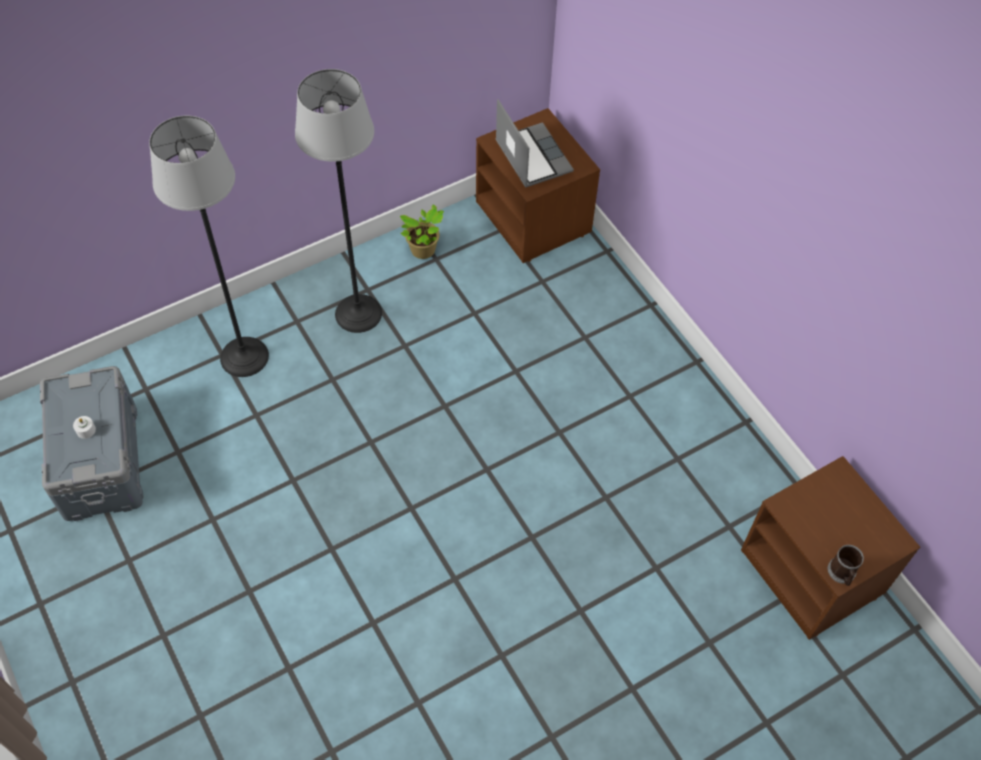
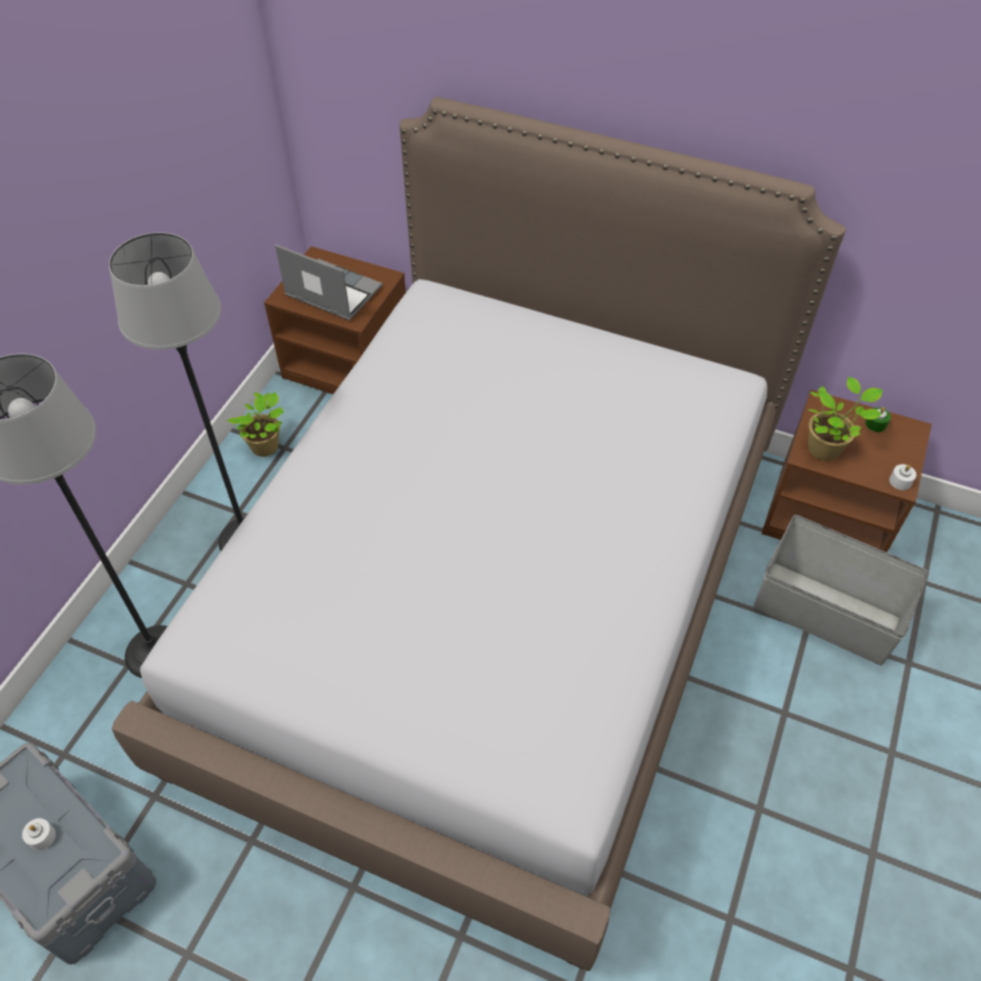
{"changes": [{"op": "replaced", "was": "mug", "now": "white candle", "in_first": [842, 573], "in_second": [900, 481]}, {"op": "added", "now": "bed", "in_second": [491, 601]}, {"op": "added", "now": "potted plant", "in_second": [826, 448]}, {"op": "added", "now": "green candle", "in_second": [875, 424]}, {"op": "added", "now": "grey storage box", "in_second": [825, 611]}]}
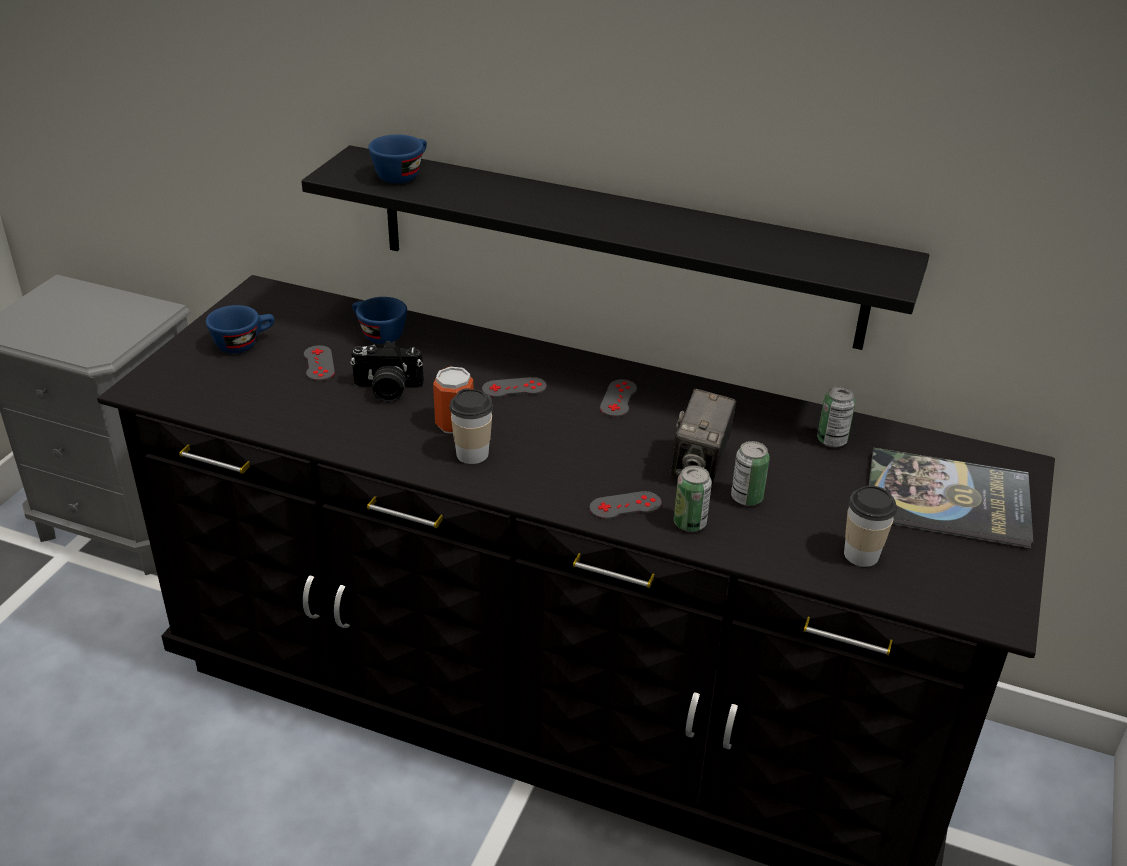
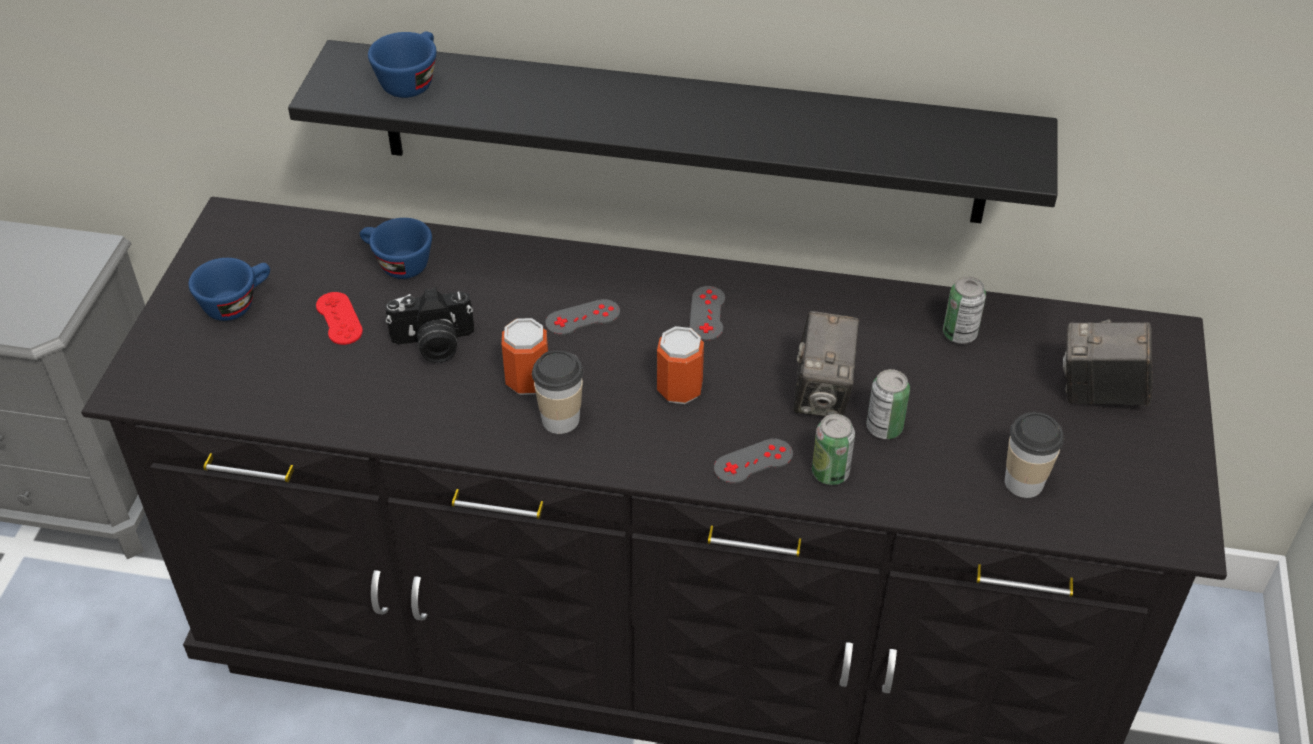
{"changes": [{"op": "recoloured", "was": "grey game controller", "now": "red game controller", "in_first": [319, 363], "in_second": [339, 318]}, {"op": "replaced", "was": "book", "now": "photo camera", "in_first": [947, 499], "in_second": [1100, 393]}, {"op": "added", "now": "can", "in_second": [679, 389]}]}
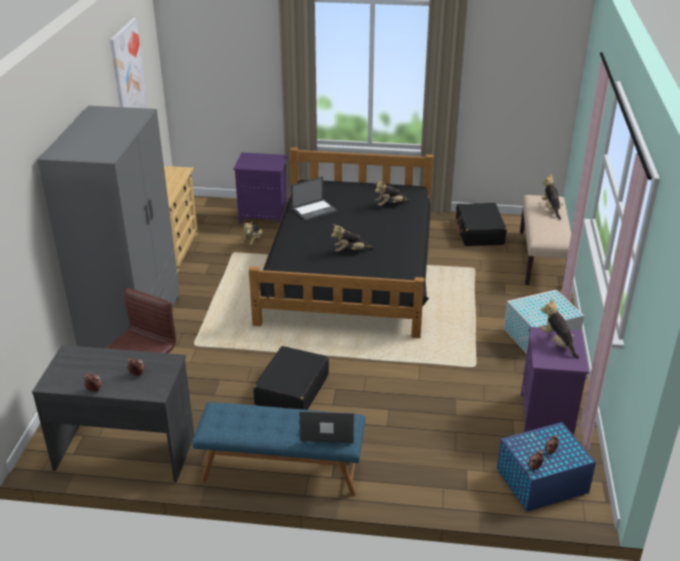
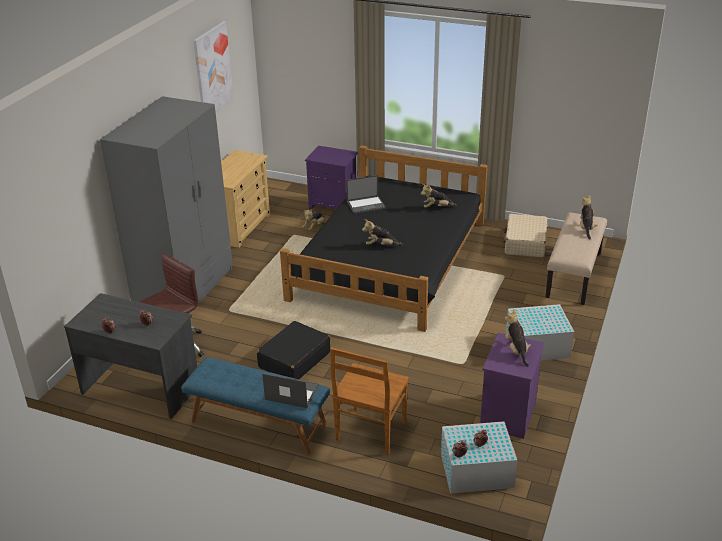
{"changes": [{"op": "recoloured", "was": "black suitcase", "now": "beige suitcase", "in_first": [479, 232], "in_second": [525, 243]}, {"op": "recoloured", "was": "blue storage box", "now": "white storage box", "in_first": [540, 481], "in_second": [475, 470]}, {"op": "added", "now": "brown chair", "in_second": [370, 432]}]}
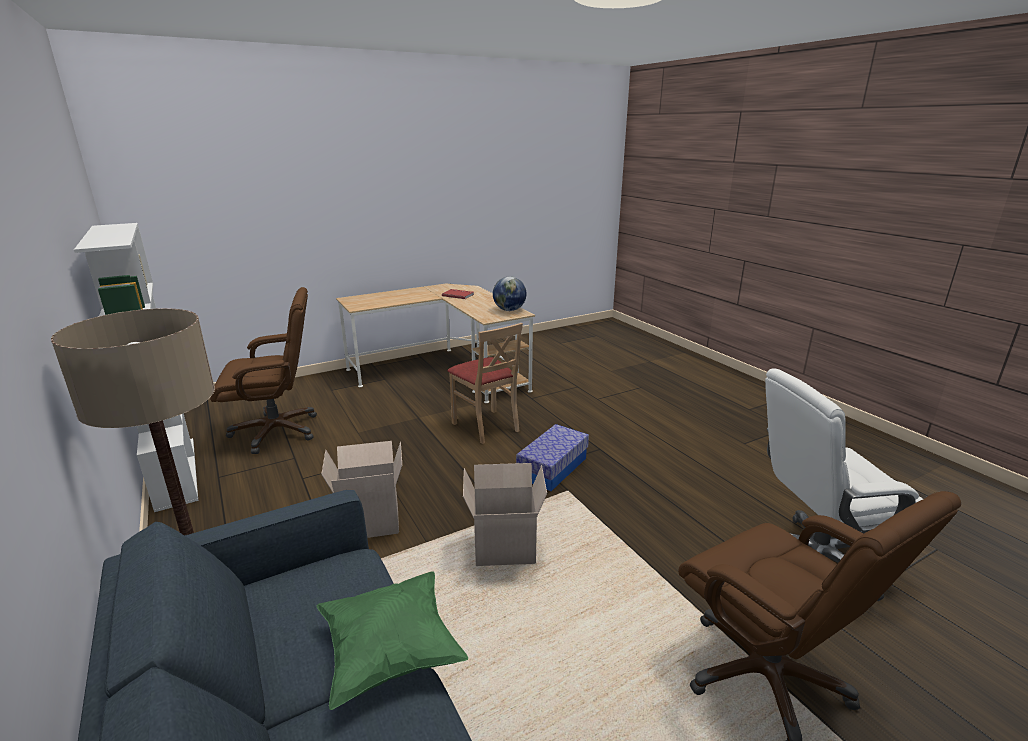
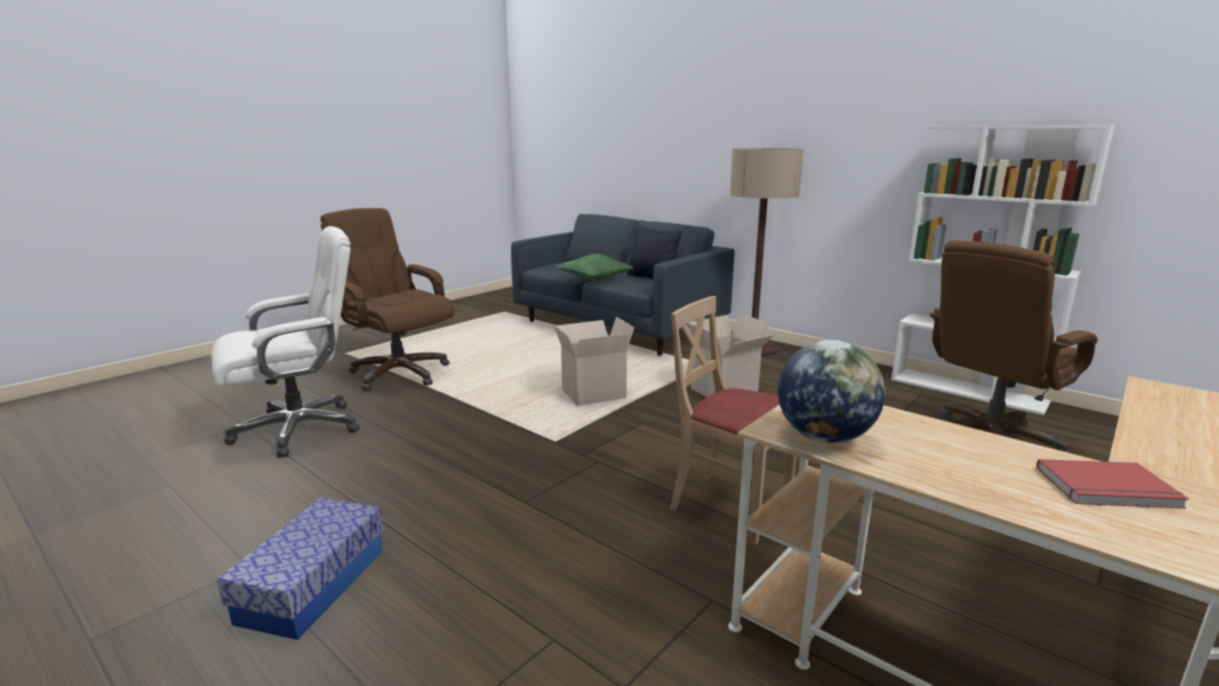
{"changes": [{"op": "moved", "was": "storage box", "in_first": [553, 468], "in_second": [313, 585]}, {"op": "added", "now": "black pillow", "in_second": [652, 277]}]}
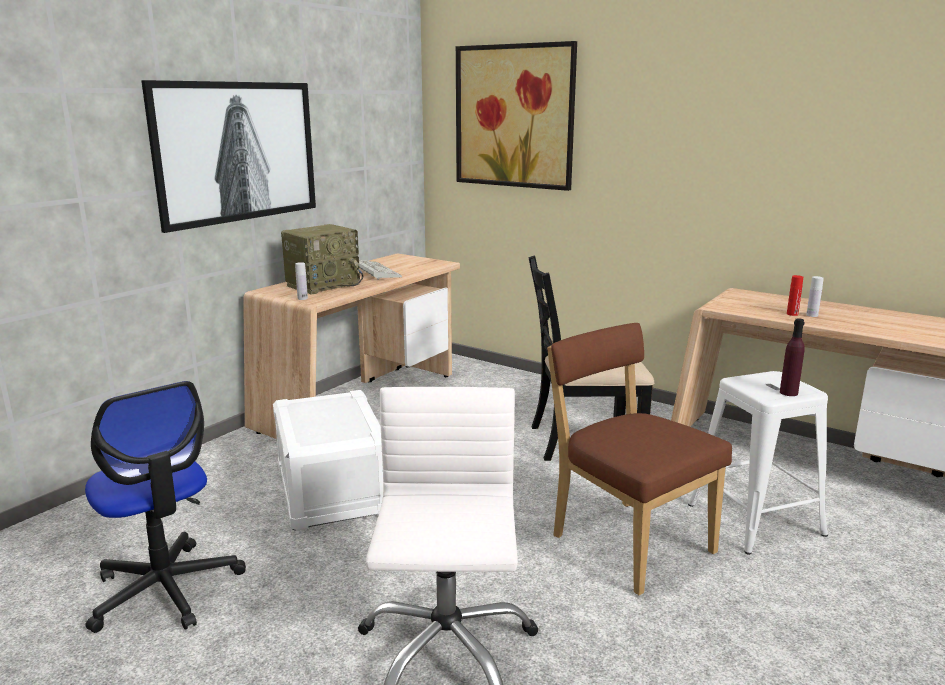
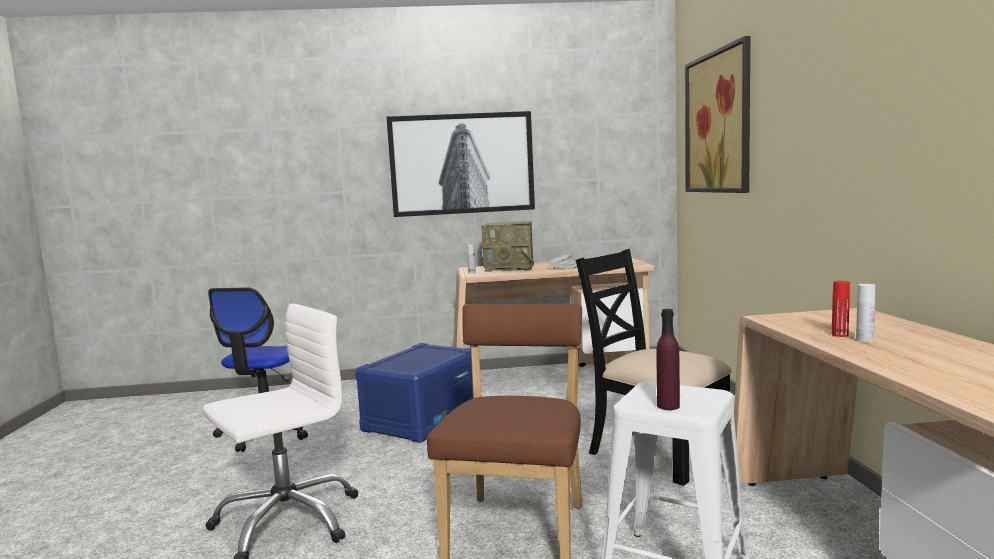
{"changes": [{"op": "recoloured", "was": "white storage box", "now": "blue storage box", "in_first": [331, 490], "in_second": [422, 418]}]}
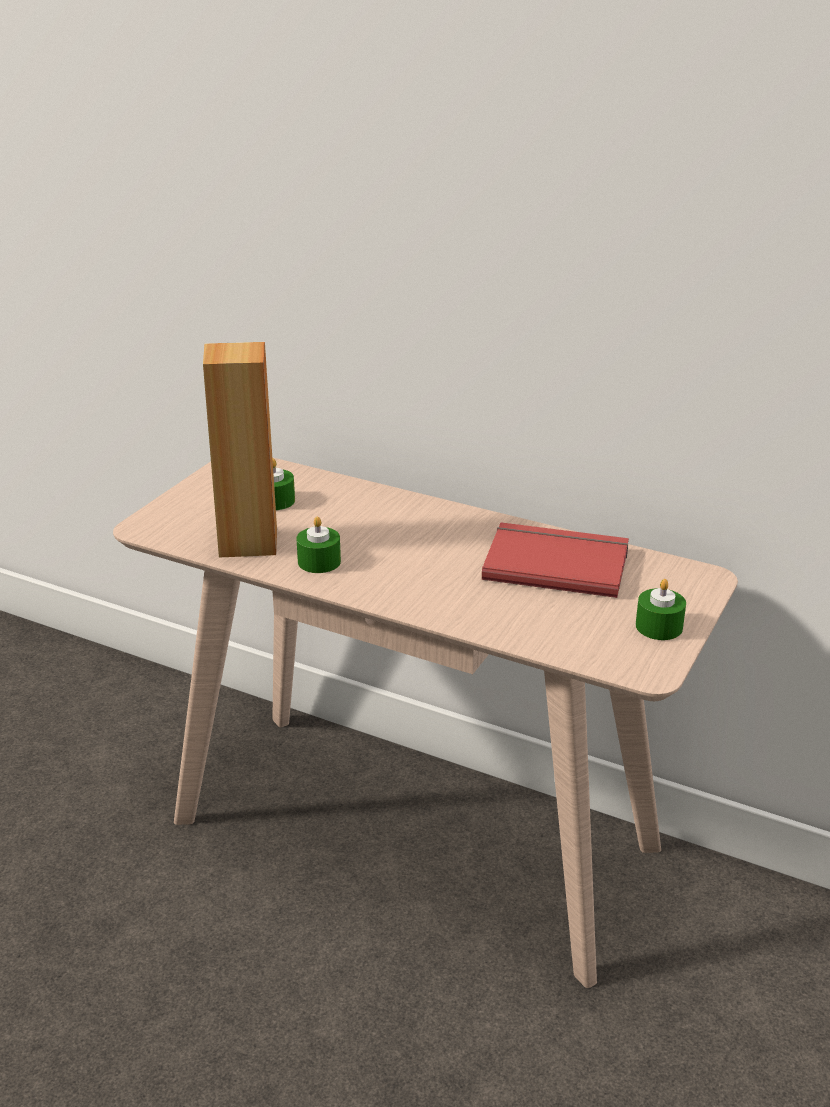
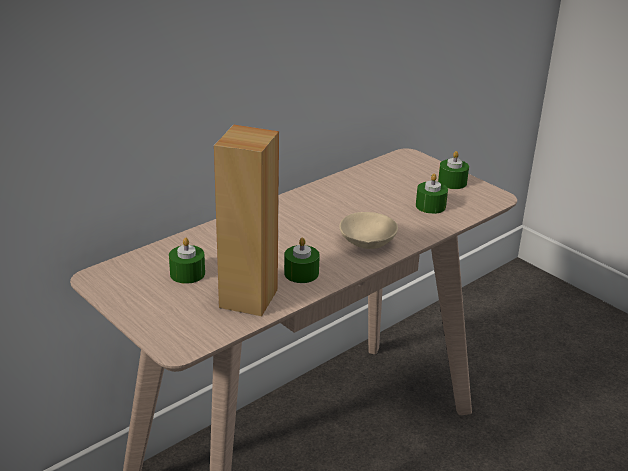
{"changes": [{"op": "removed", "was": "red book", "in_first": [556, 563]}, {"op": "added", "now": "green candle", "in_second": [430, 206]}, {"op": "added", "now": "beige bowl", "in_second": [368, 241]}]}
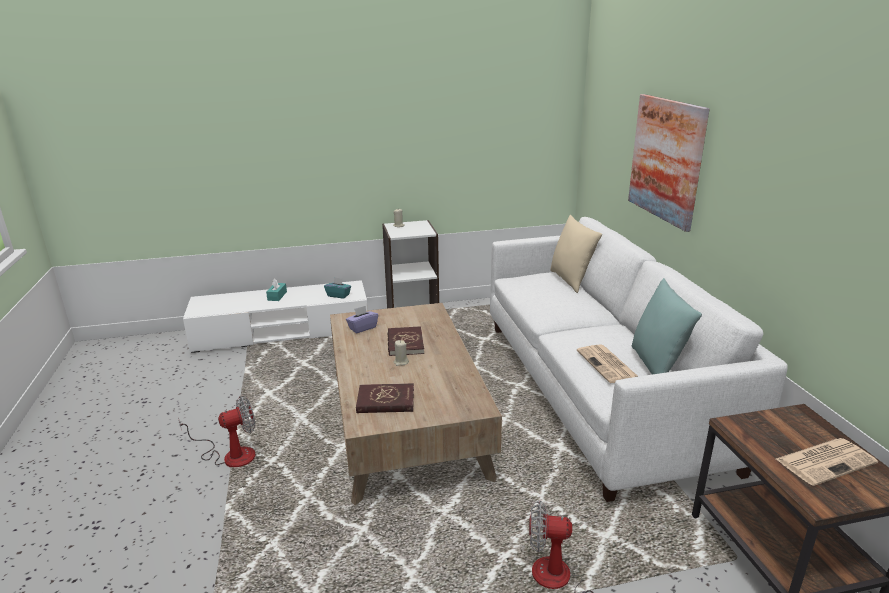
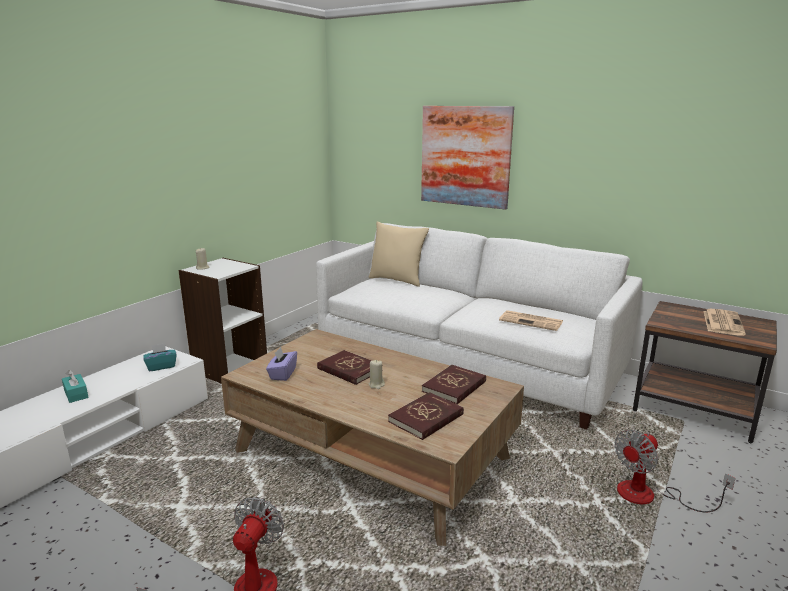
{"changes": [{"op": "removed", "was": "turquoise pillow", "in_first": [657, 365]}, {"op": "added", "now": "red book", "in_second": [454, 386]}]}
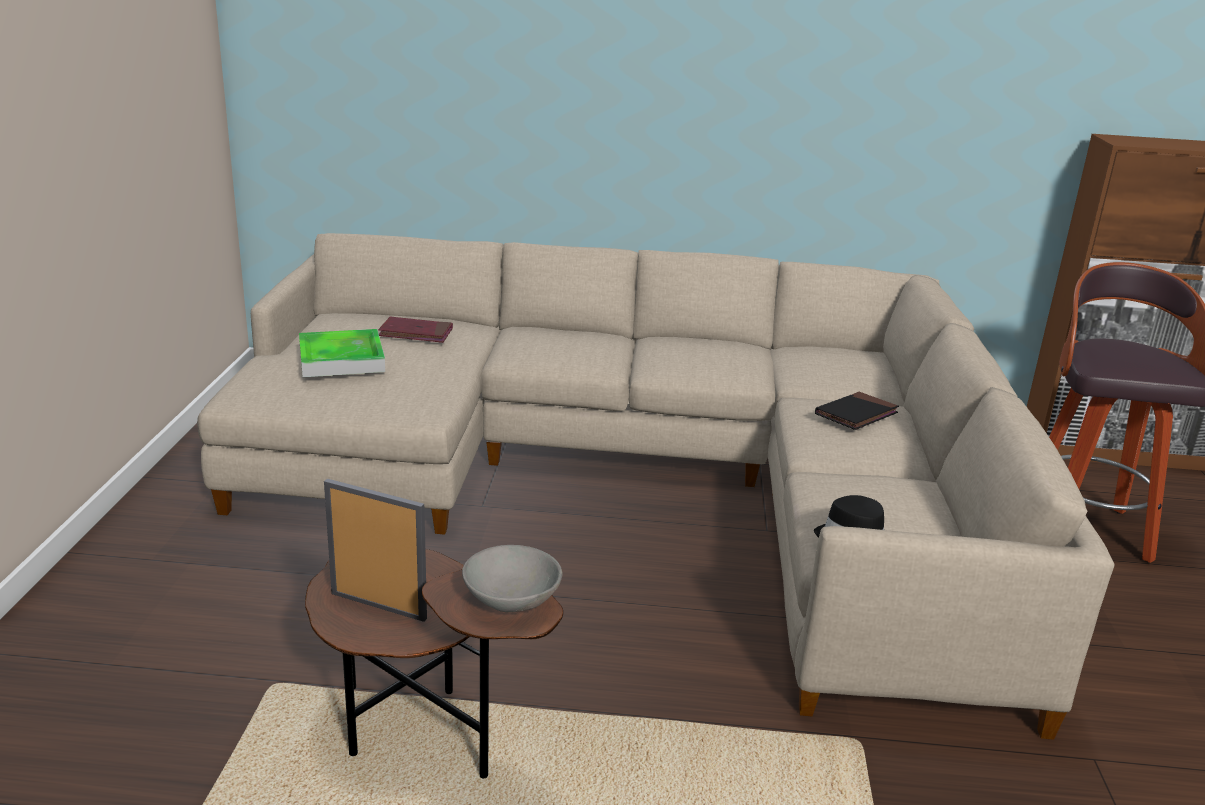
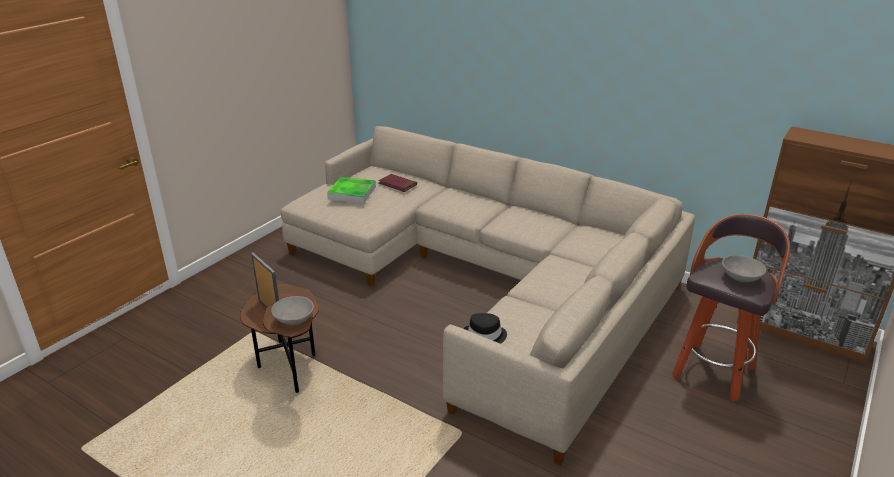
{"changes": [{"op": "removed", "was": "black book", "in_first": [856, 415]}, {"op": "added", "now": "grey bowl", "in_second": [740, 277]}]}
